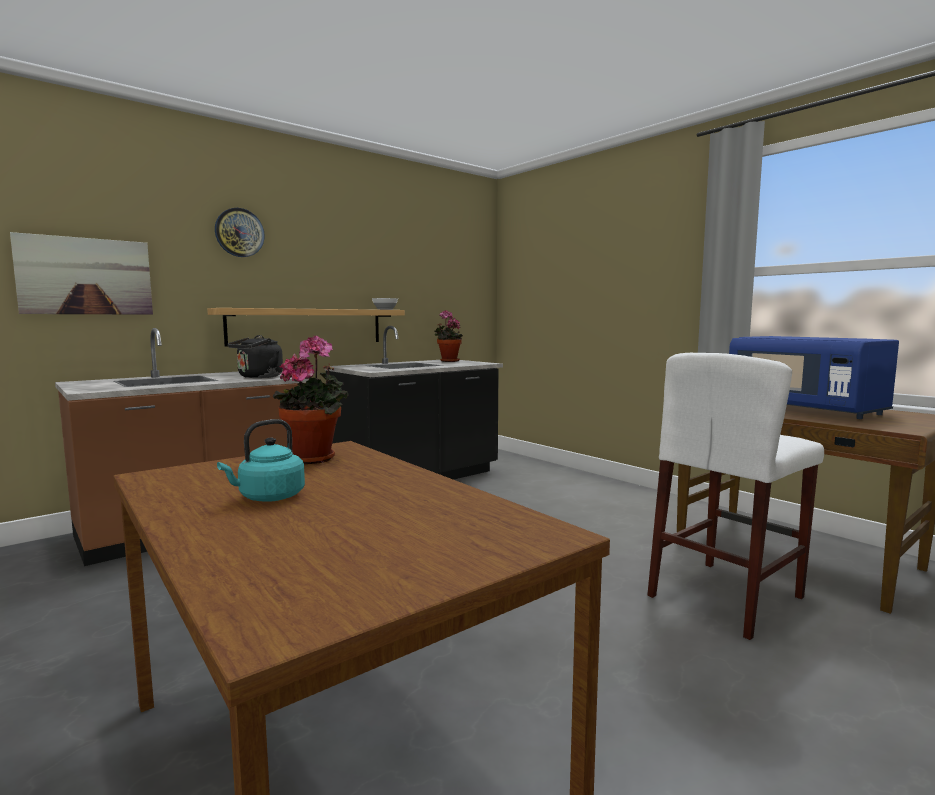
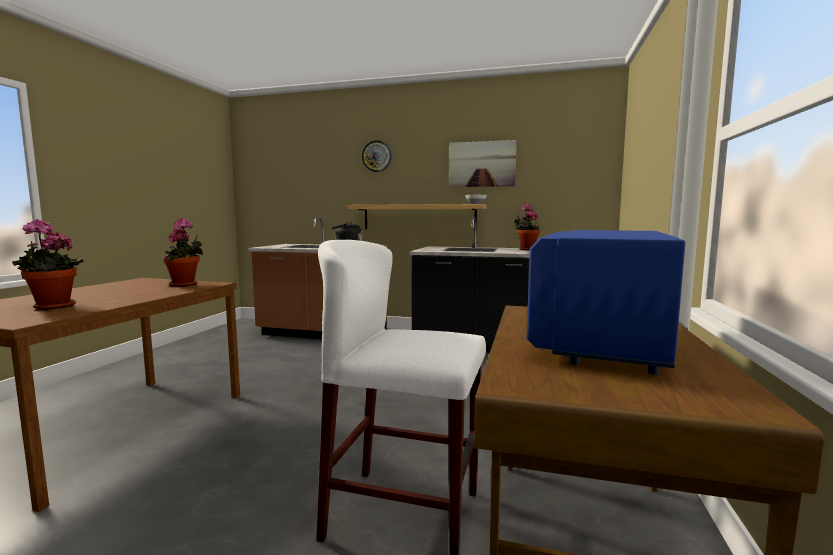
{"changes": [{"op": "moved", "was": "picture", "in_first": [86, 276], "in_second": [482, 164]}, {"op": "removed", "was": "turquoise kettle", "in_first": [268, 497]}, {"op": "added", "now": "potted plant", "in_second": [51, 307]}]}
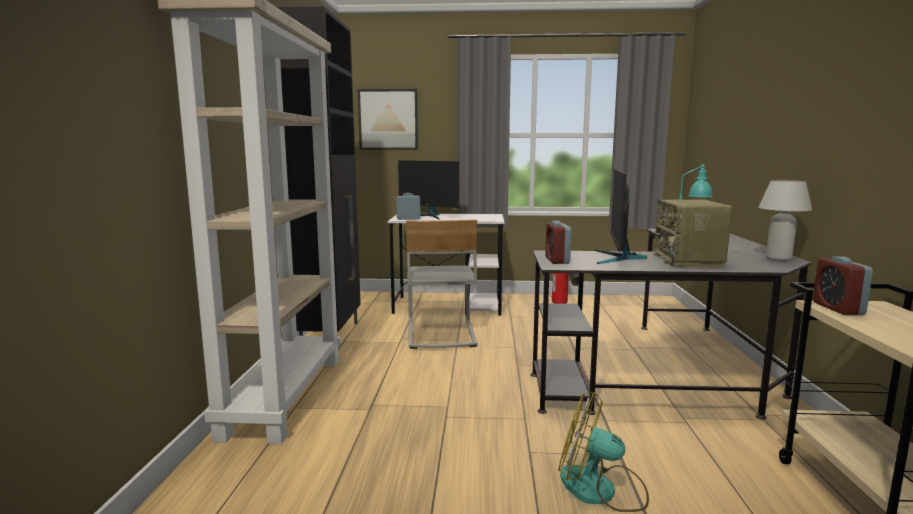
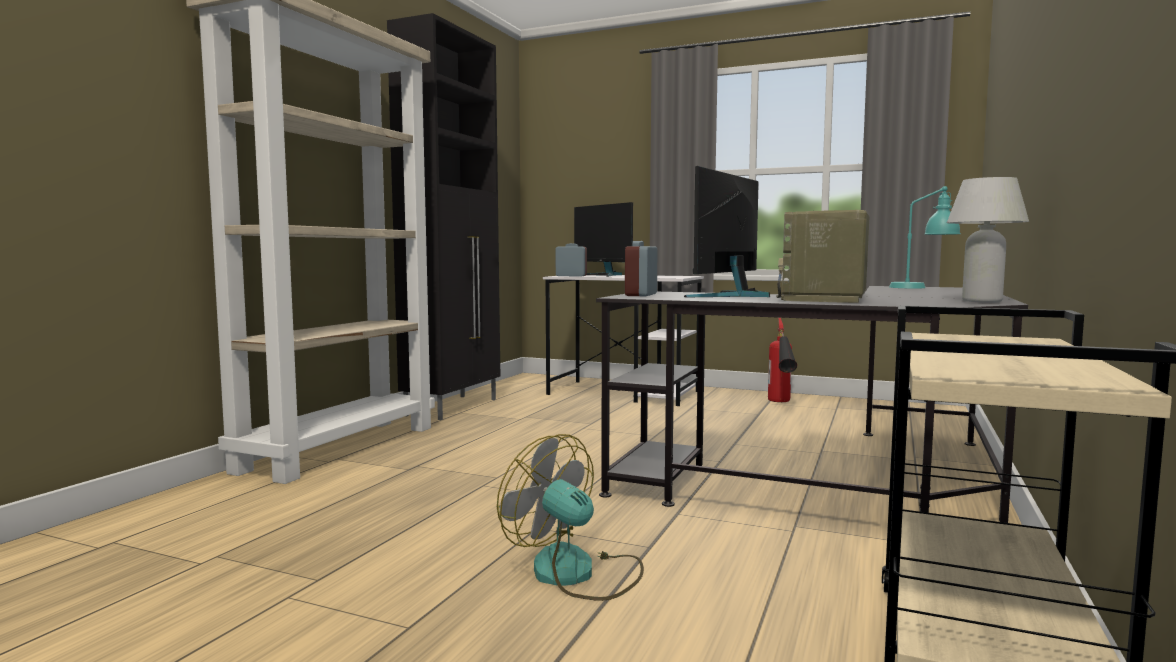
{"changes": [{"op": "removed", "was": "picture", "in_first": [388, 119]}, {"op": "removed", "was": "grey chair", "in_first": [440, 334]}, {"op": "removed", "was": "alarm clock", "in_first": [838, 308]}]}
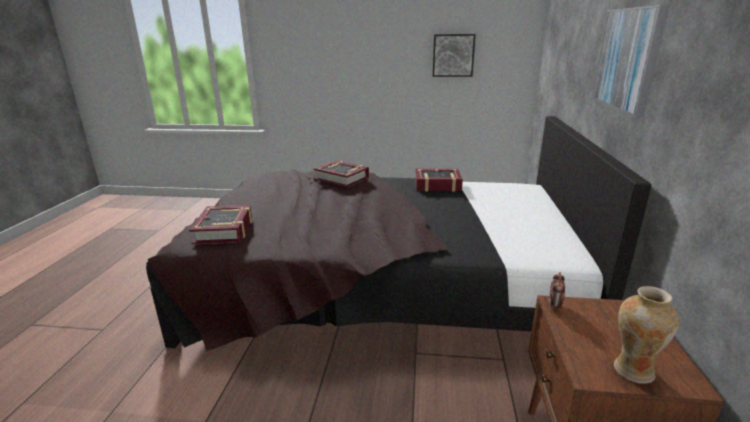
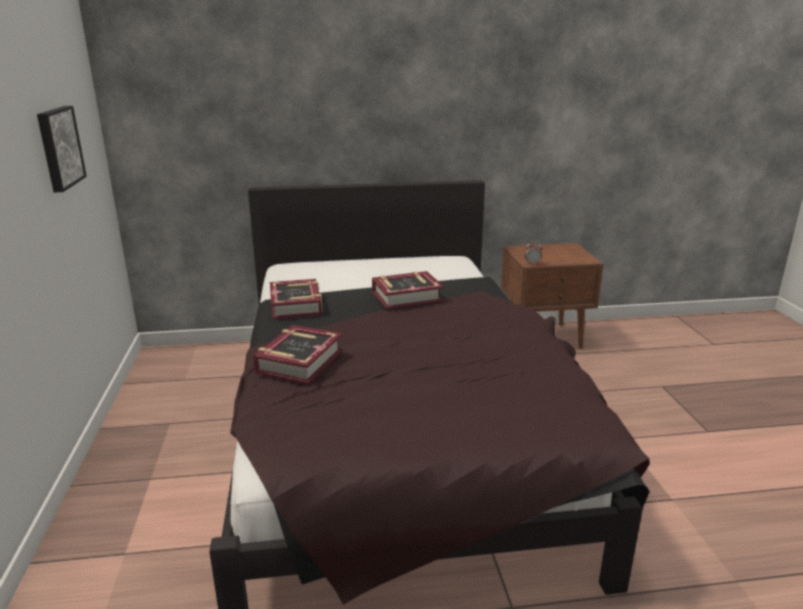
{"changes": [{"op": "removed", "was": "picture", "in_first": [628, 59]}, {"op": "moved", "was": "book", "in_first": [224, 230], "in_second": [407, 296]}, {"op": "removed", "was": "vase", "in_first": [633, 370]}]}
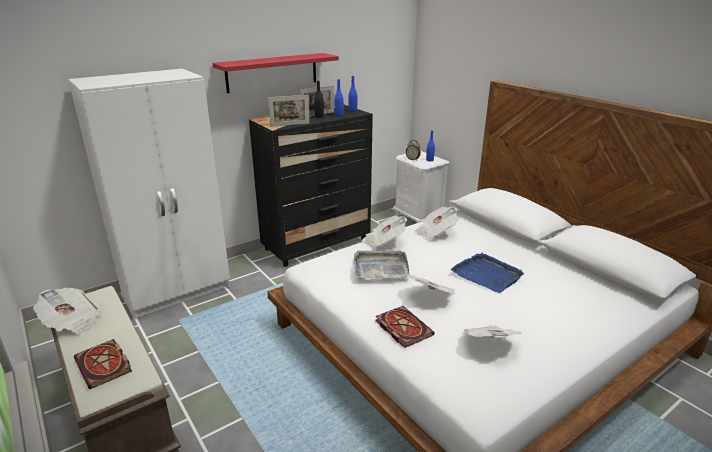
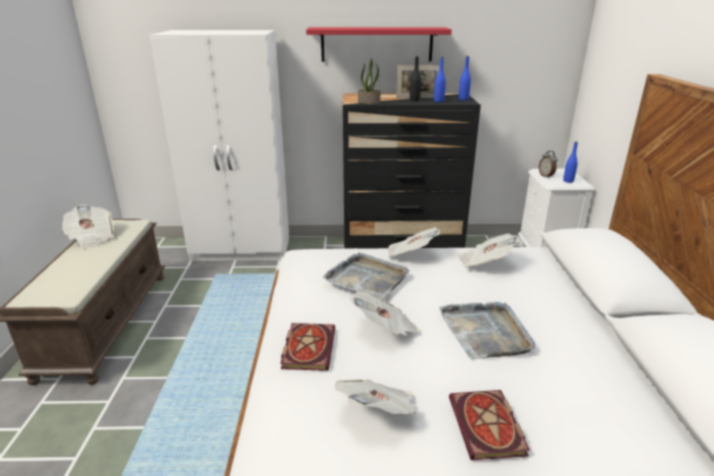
{"changes": [{"op": "replaced", "was": "picture frame", "now": "potted plant", "in_first": [290, 125], "in_second": [369, 102]}, {"op": "recoloured", "was": "blue tray", "now": "grey tray", "in_first": [487, 274], "in_second": [486, 332]}, {"op": "moved", "was": "book", "in_first": [105, 365], "in_second": [488, 428]}]}
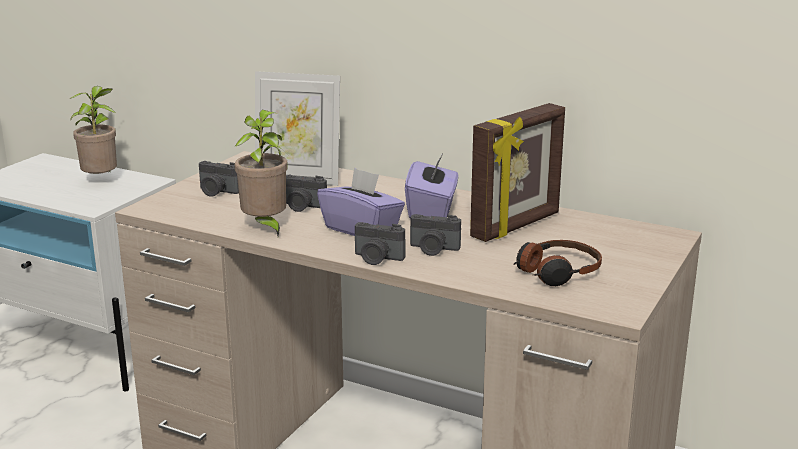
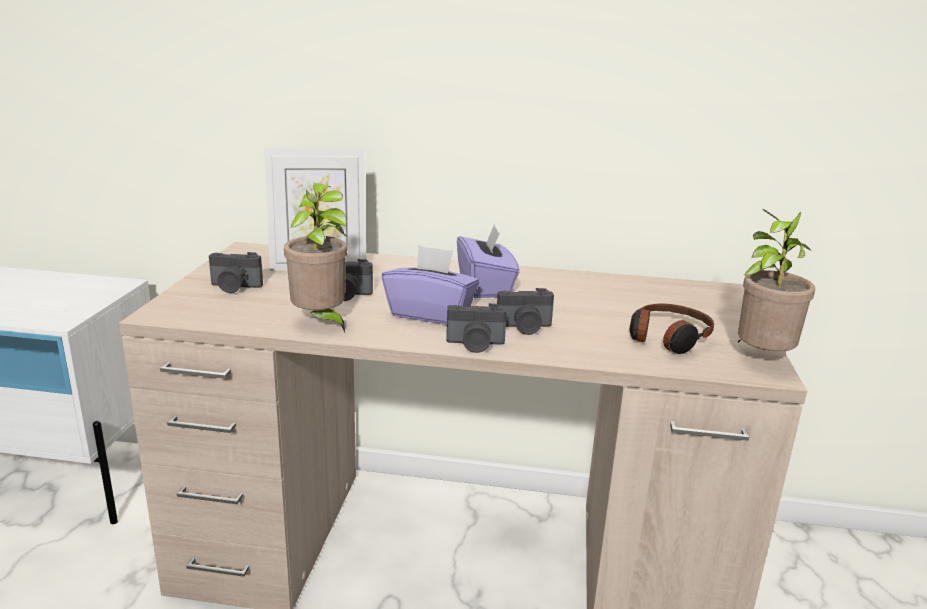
{"changes": [{"op": "moved", "was": "potted plant", "in_first": [101, 181], "in_second": [760, 359]}, {"op": "removed", "was": "picture frame", "in_first": [517, 226]}]}
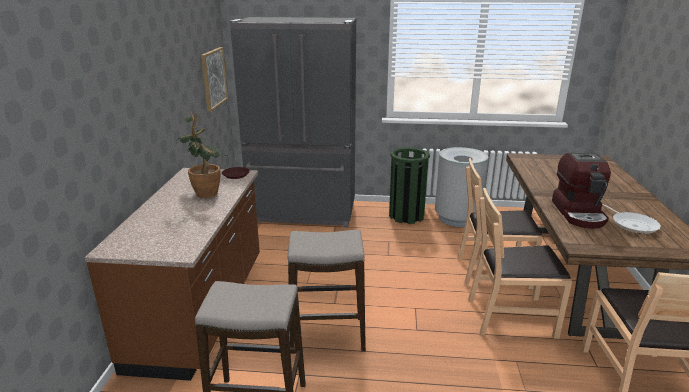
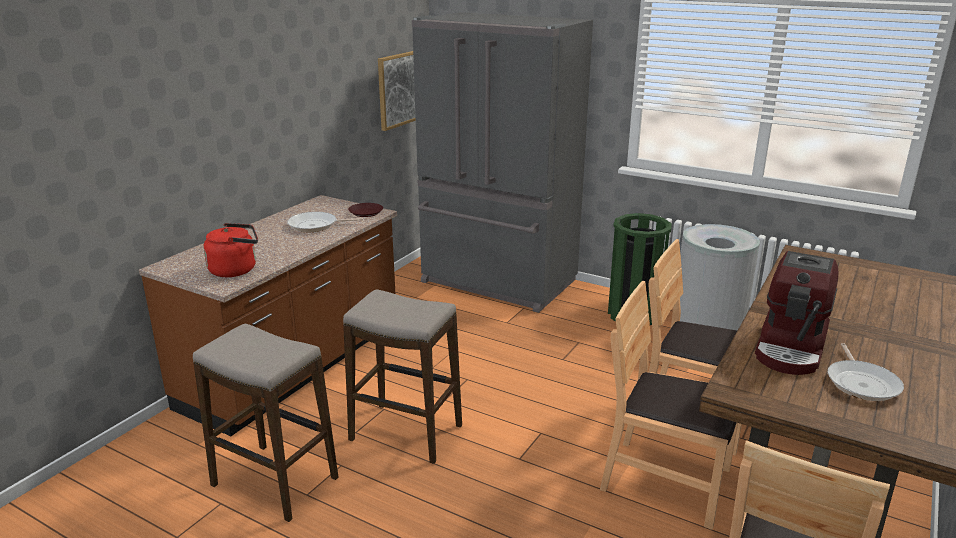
{"changes": [{"op": "replaced", "was": "potted plant", "now": "frying pan", "in_first": [207, 191], "in_second": [316, 225]}, {"op": "added", "now": "red kettle", "in_second": [236, 270]}]}
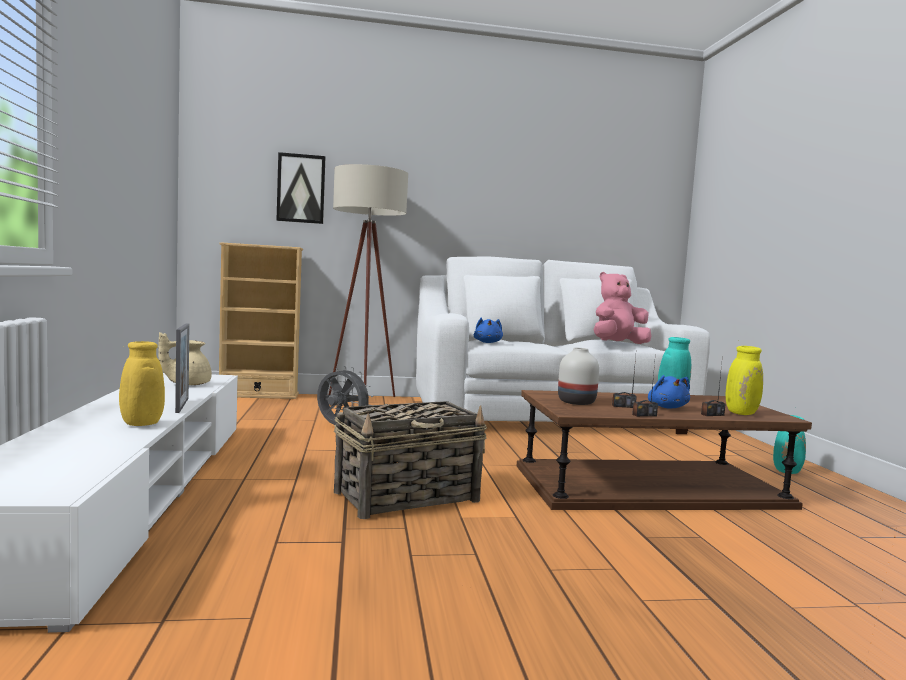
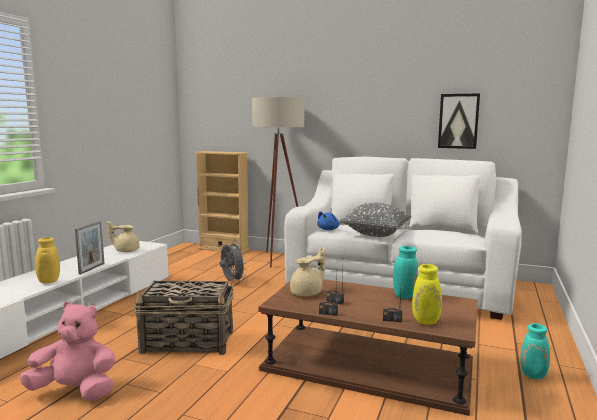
{"changes": [{"op": "moved", "was": "picture", "in_first": [301, 188], "in_second": [458, 121]}, {"op": "moved", "was": "pink plush toy", "in_first": [618, 343], "in_second": [75, 391]}, {"op": "replaced", "was": "white vase", "now": "beige teapot", "in_first": [577, 402], "in_second": [307, 293]}, {"op": "removed", "was": "blue plush toy", "in_first": [667, 407]}, {"op": "added", "now": "grey pillow", "in_second": [376, 234]}]}
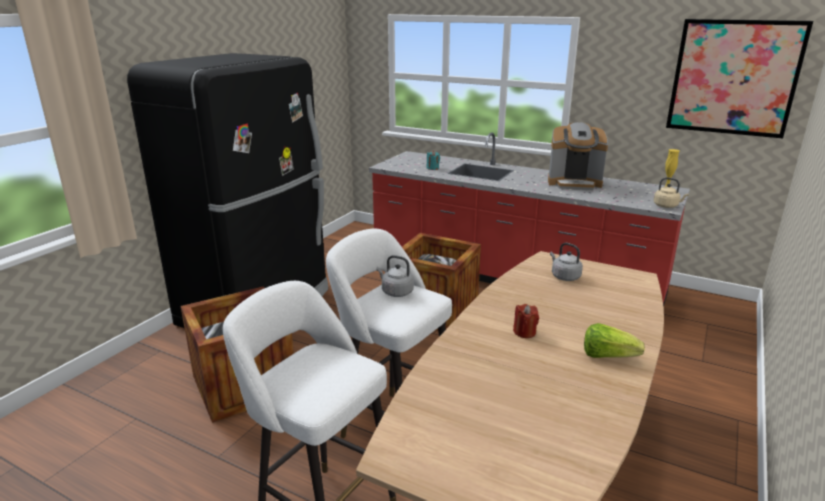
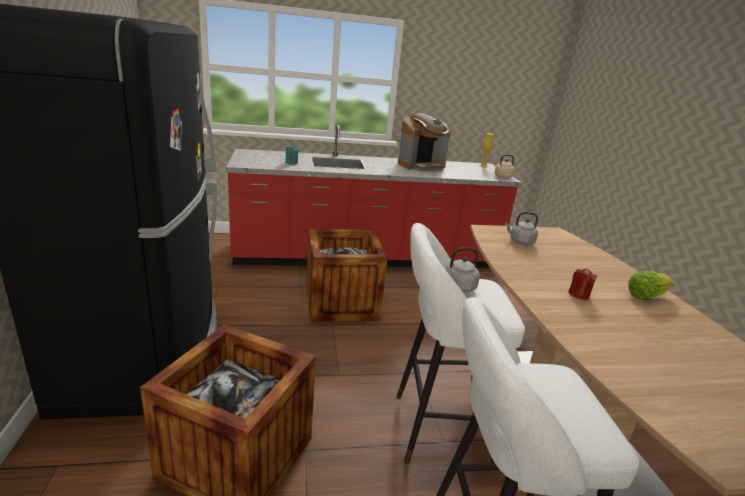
{"changes": [{"op": "removed", "was": "picture", "in_first": [734, 78]}]}
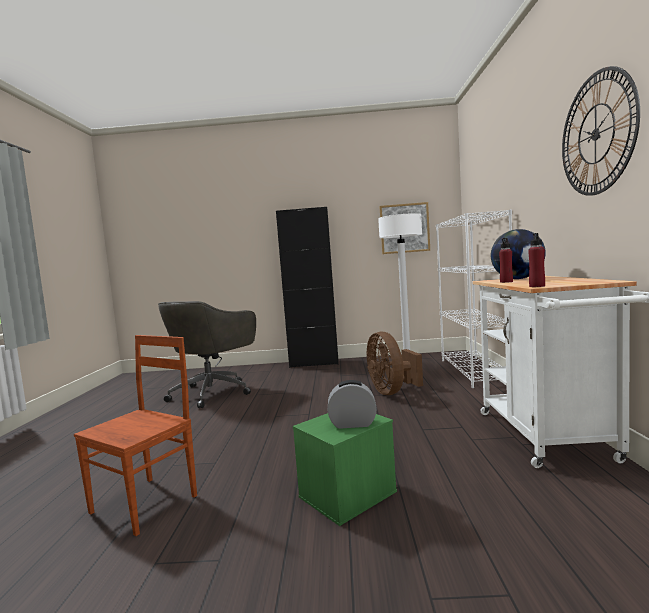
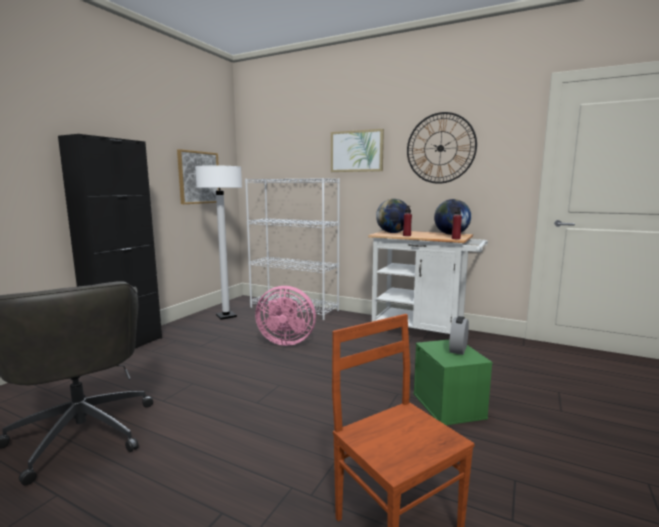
{"changes": [{"op": "recoloured", "was": "brown fan", "now": "pink fan", "in_first": [392, 391], "in_second": [285, 341]}, {"op": "added", "now": "picture", "in_second": [357, 151]}, {"op": "added", "now": "globe", "in_second": [451, 234]}]}
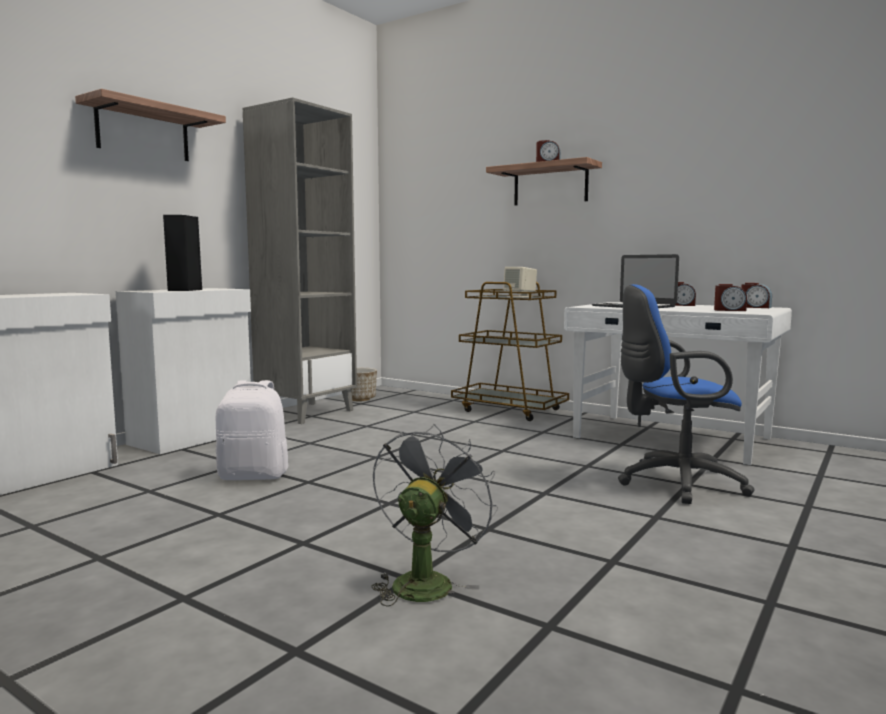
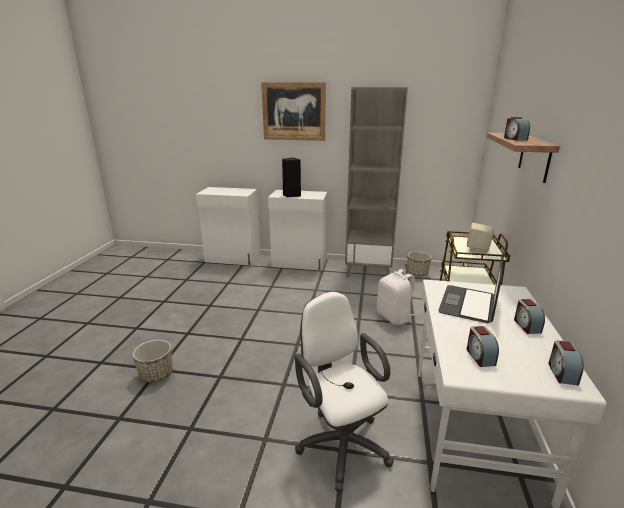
{"changes": [{"op": "replaced", "was": "shelf", "now": "picture", "in_first": [143, 132], "in_second": [294, 111]}, {"op": "recoloured", "was": "blue office chair", "now": "white office chair", "in_first": [674, 483], "in_second": [340, 442]}, {"op": "moved", "was": "white backpack", "in_first": [254, 476], "in_second": [394, 317]}, {"op": "replaced", "was": "grey fan", "now": "planter", "in_first": [426, 581], "in_second": [156, 374]}]}
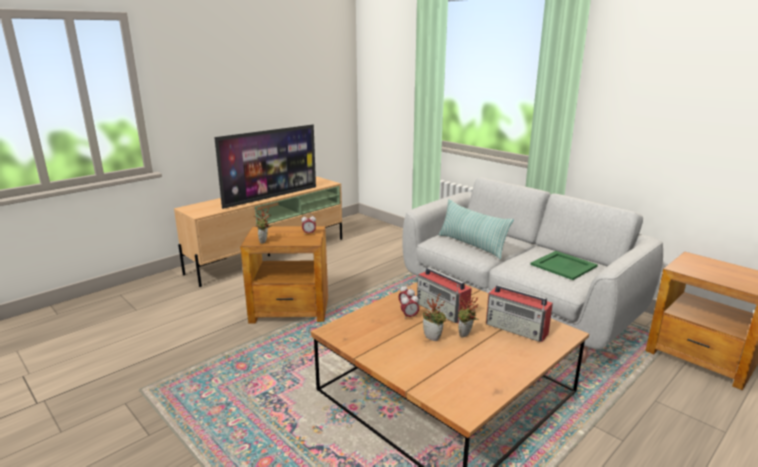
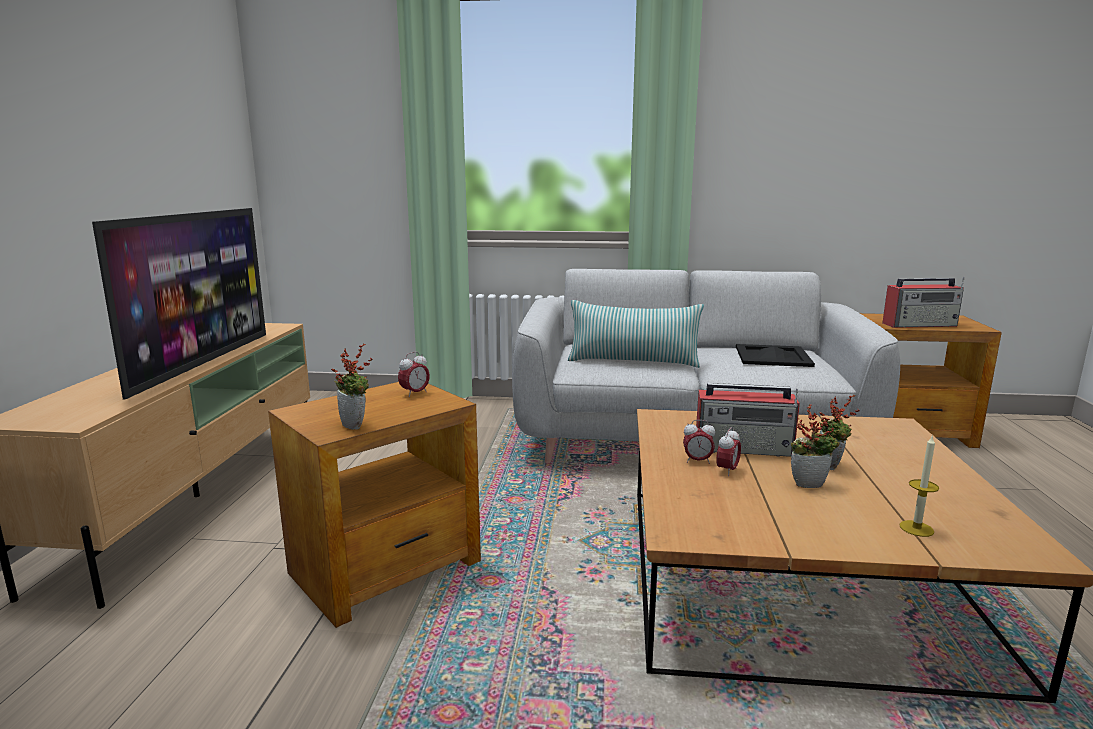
{"changes": [{"op": "recoloured", "was": "green tray", "now": "black tray", "in_first": [564, 265], "in_second": [773, 356]}, {"op": "moved", "was": "radio", "in_first": [517, 329], "in_second": [920, 325]}, {"op": "added", "now": "candle", "in_second": [916, 528]}]}
